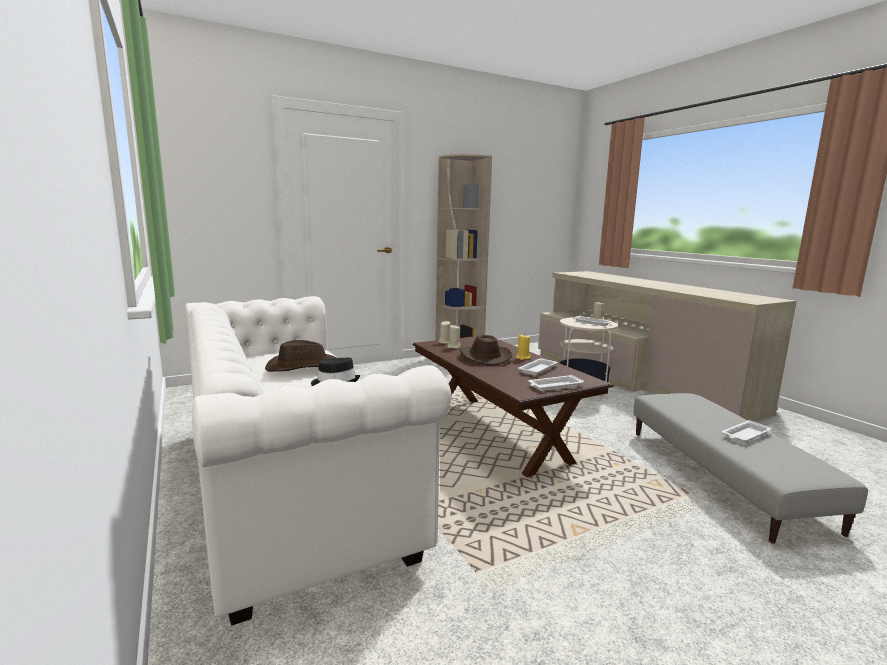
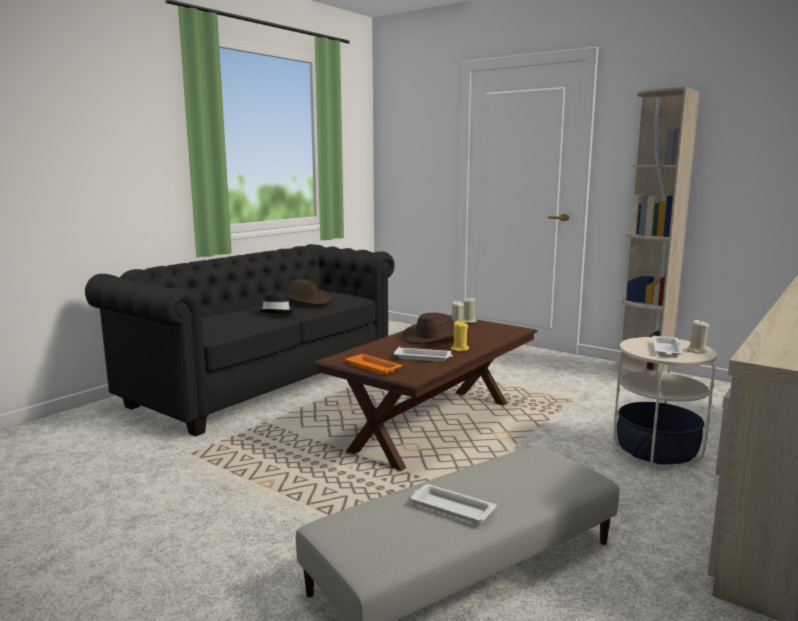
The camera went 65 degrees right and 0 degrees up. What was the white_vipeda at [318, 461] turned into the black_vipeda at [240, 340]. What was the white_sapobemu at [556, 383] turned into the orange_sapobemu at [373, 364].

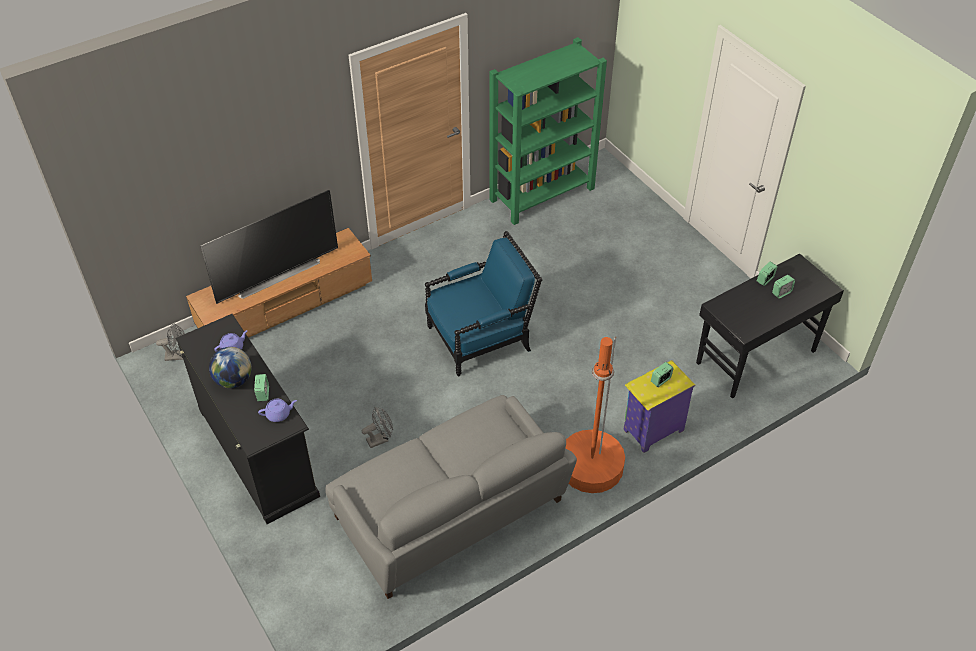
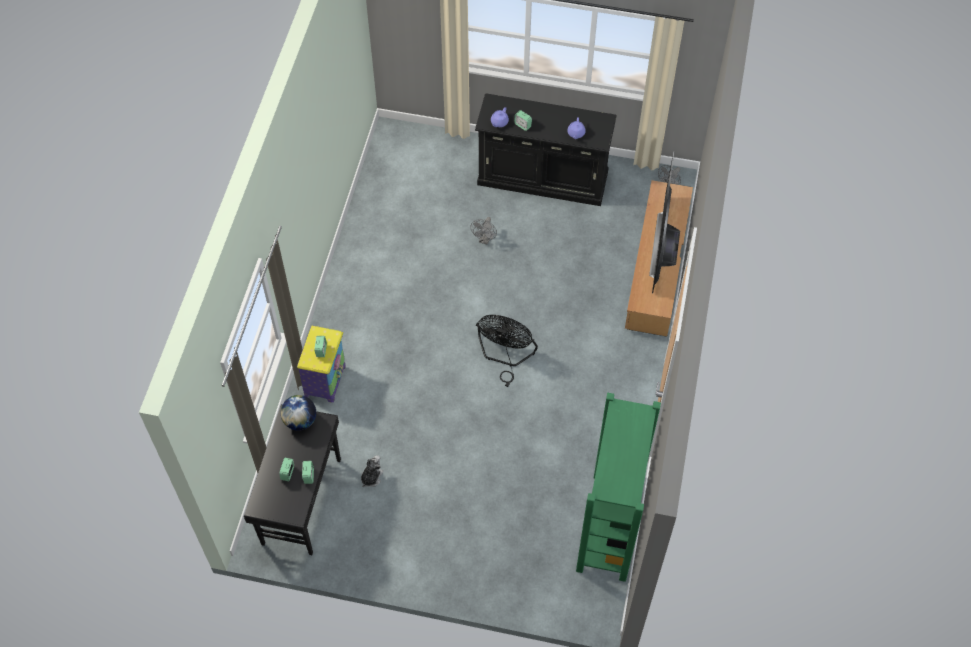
The camera went 135 degrees right and 10 degrees up. The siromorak ended up elsewhere, having gone from [230, 367] to [298, 413]. The second view gained the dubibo at [372, 471]. Where the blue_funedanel stood at [483, 304], the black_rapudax came to stand at [507, 351]. The second view lost the grey_vipeda at [451, 497]. The second view lost the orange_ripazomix at [595, 415].

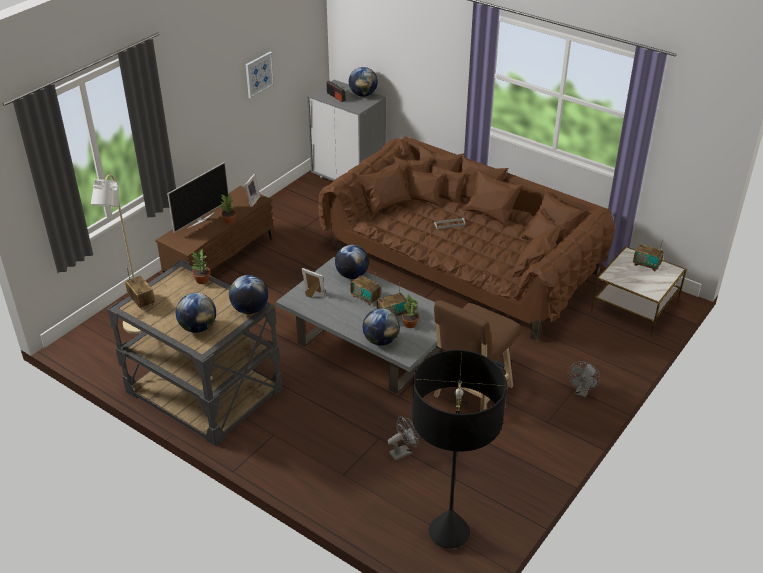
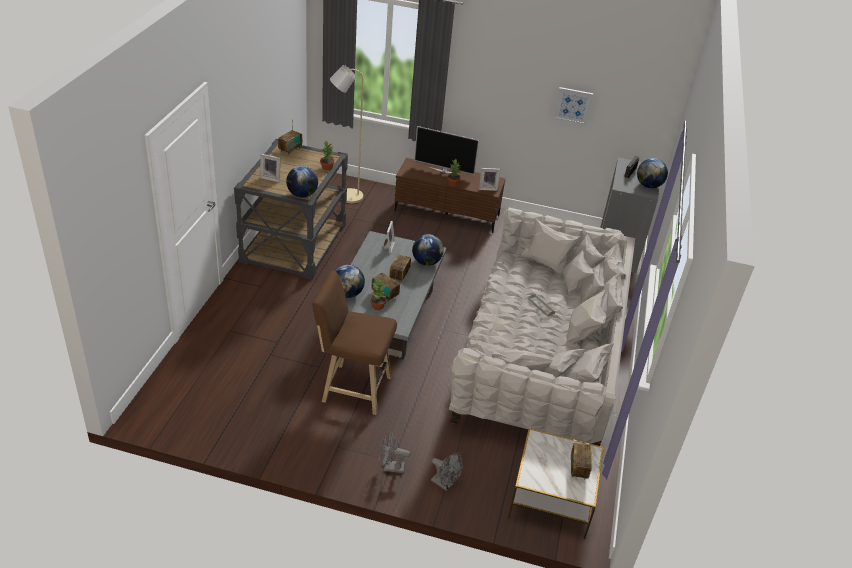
The camera went 65 degrees right and 0 degrees up. Where the siromorak stood at [196, 313], the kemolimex came to stand at [270, 168]. The grey_rapudax ended up elsewhere, having gone from [403, 438] to [447, 472]. What was the brown_vipeda at [466, 238] turned into the white_vipeda at [542, 327]. The second view lost the black_ripazomix at [459, 449].

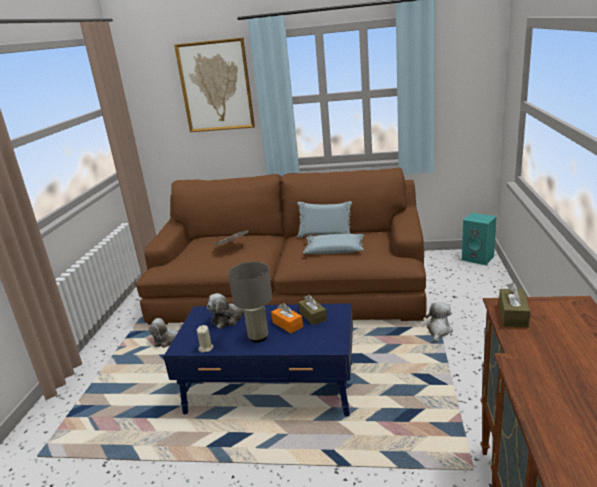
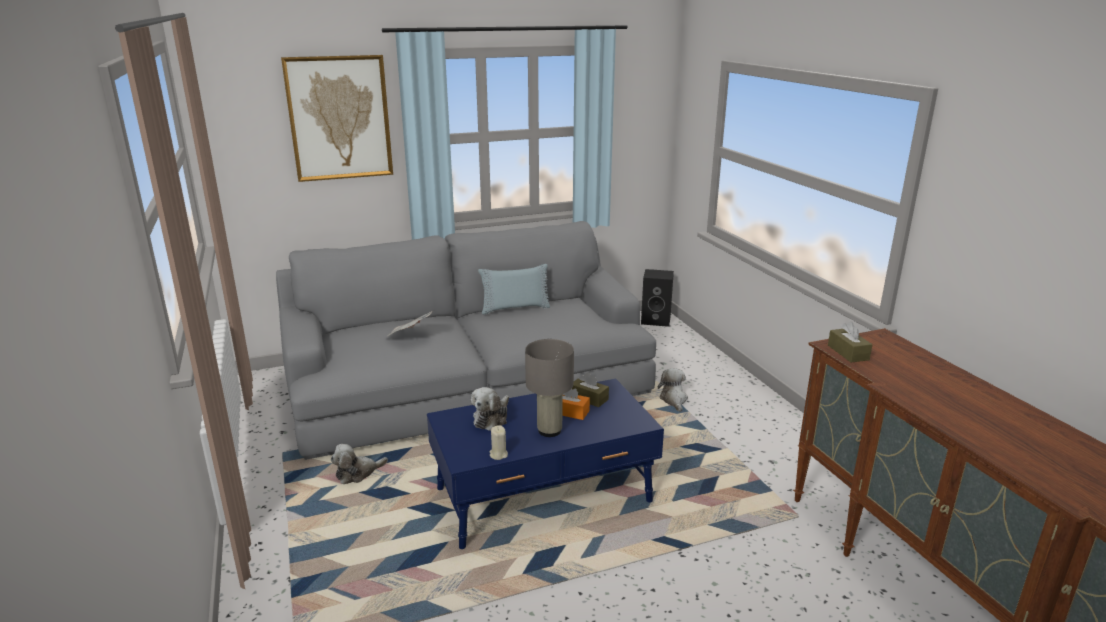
The camera went 30 degrees left and 0 degrees up. What was the brown_vipeda at [281, 246] turned into the grey_vipeda at [466, 340]. What was the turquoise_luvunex at [479, 239] turned into the black_luvunex at [657, 298]. The second view lost the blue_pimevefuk at [333, 244].

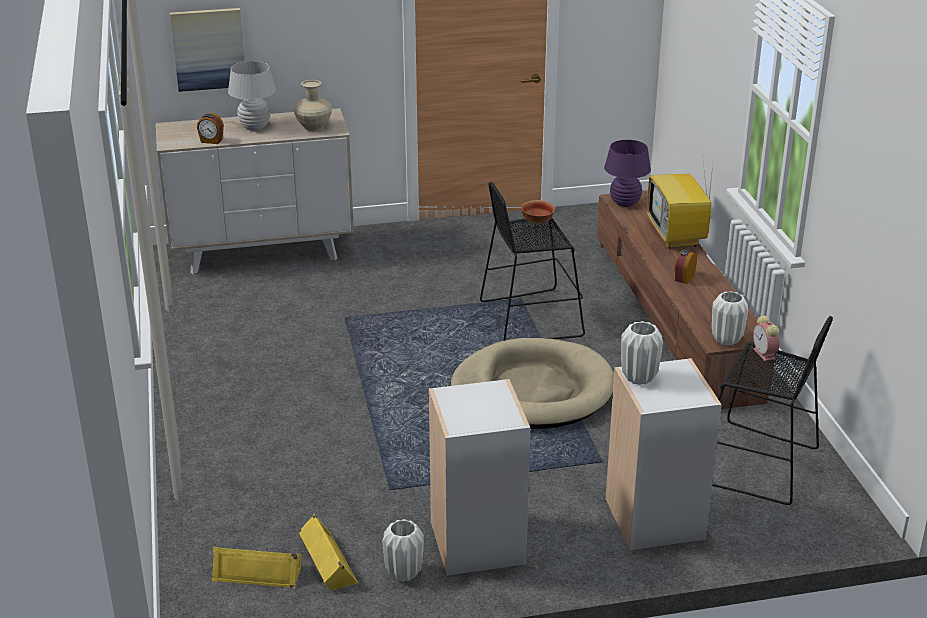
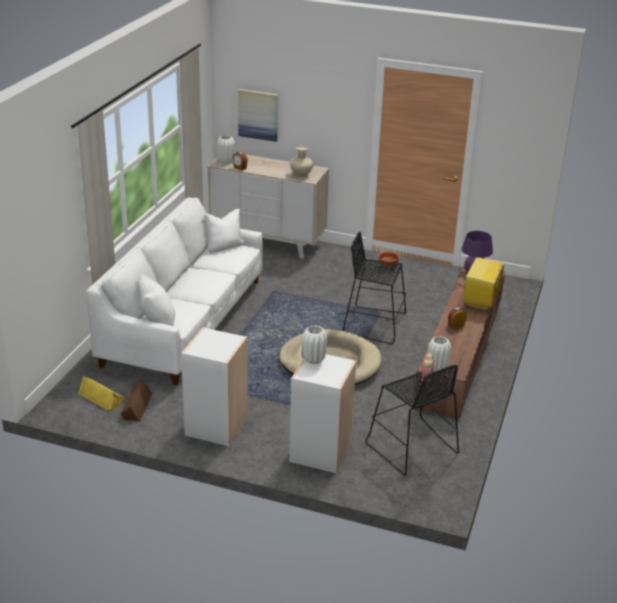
The camera went 30 degrees right and 0 degrees up. The second view gained the white_vipeda at [174, 291]. What was the yellow_luvunex at [328, 552] turned into the brown_luvunex at [136, 400]. The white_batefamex ended up elsewhere, having gone from [403, 550] to [226, 149]. The second view lost the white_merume at [252, 95].

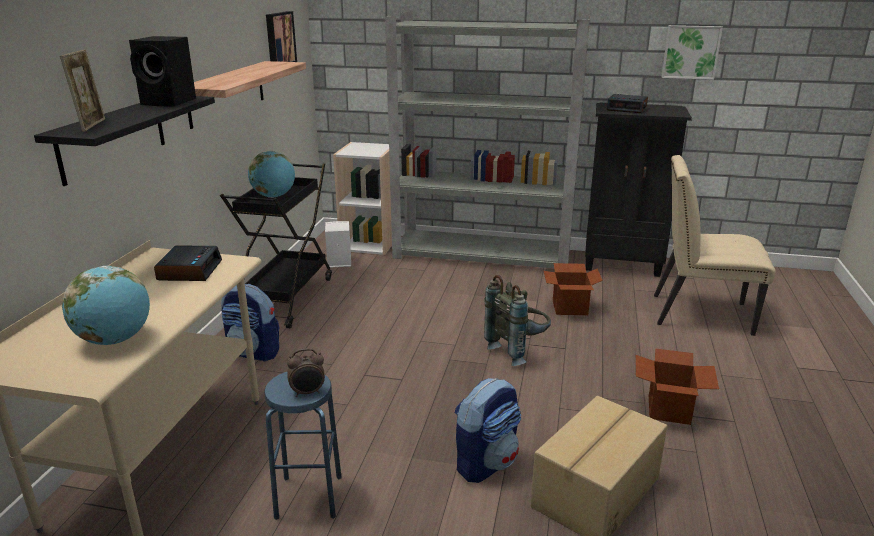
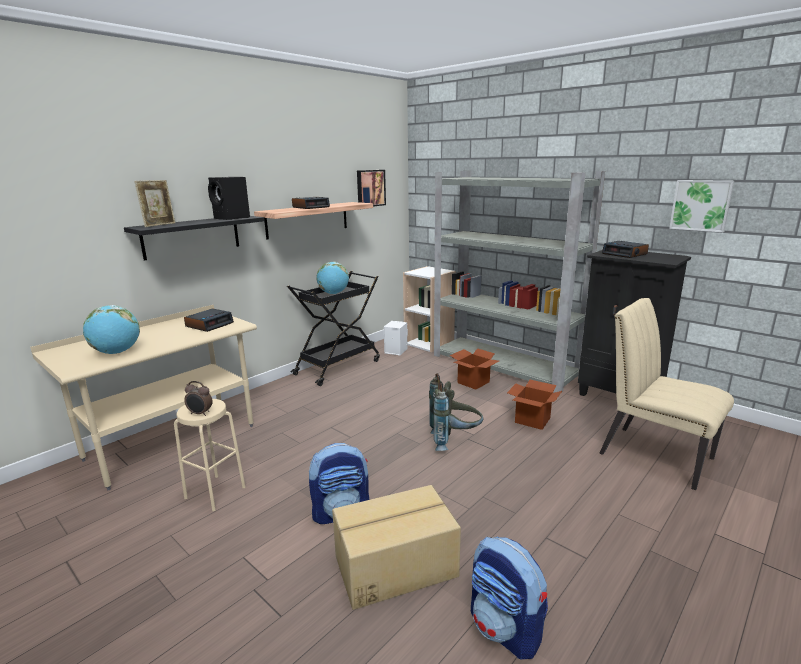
The camera went 30 degrees right and 5 degrees down. What was the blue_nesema at [303, 446] turned into the beige_nesema at [209, 455]. The second view gained the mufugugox at [311, 203]. The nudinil ended up elsewhere, having gone from [677, 386] to [474, 369]. The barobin ended up elsewhere, having gone from [250, 322] to [509, 597].

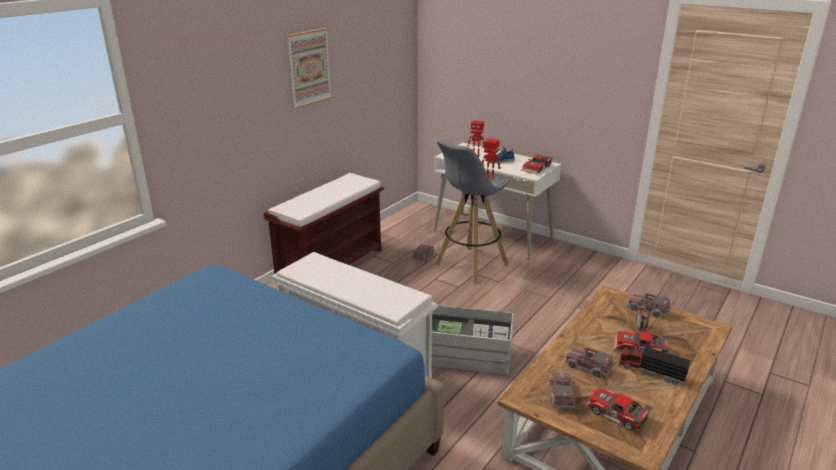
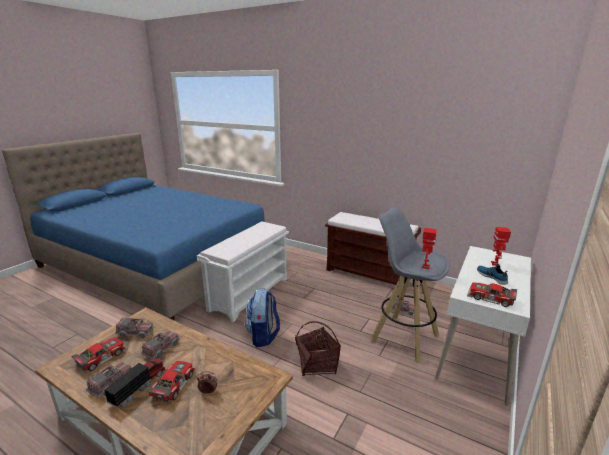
The camera went 85 degrees right and 5 degrees down. The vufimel ended up elsewhere, having gone from [649, 305] to [108, 380]. Where the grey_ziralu stood at [472, 340], the barobin came to stand at [262, 317]. The second view gained the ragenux at [318, 348]. The second view lost the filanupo at [309, 68].

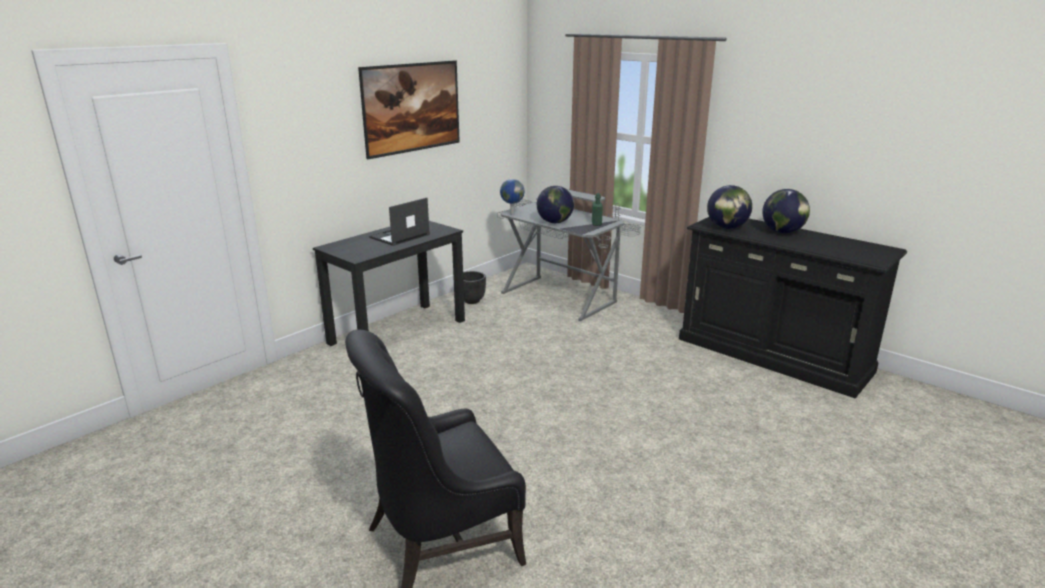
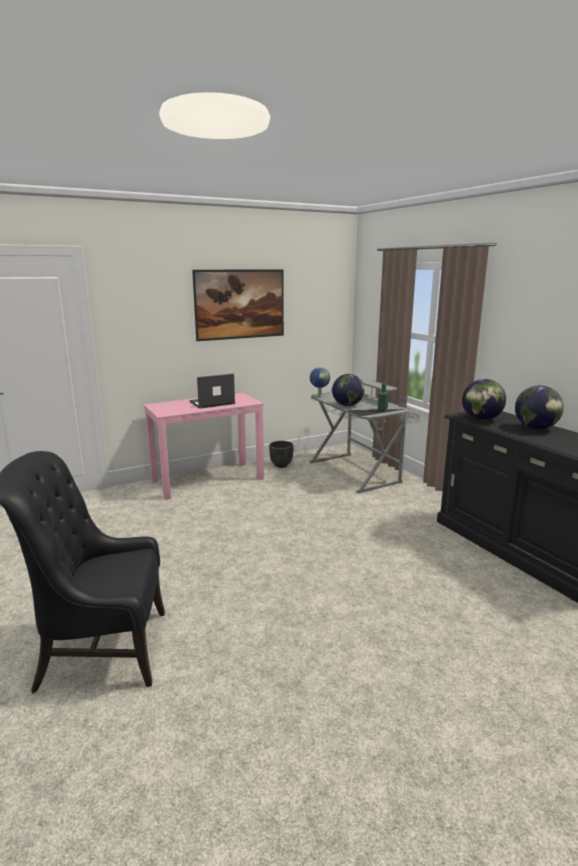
The camera went 20 degrees right and 5 degrees down. What was the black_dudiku at [389, 283] turned into the pink_dudiku at [203, 446].

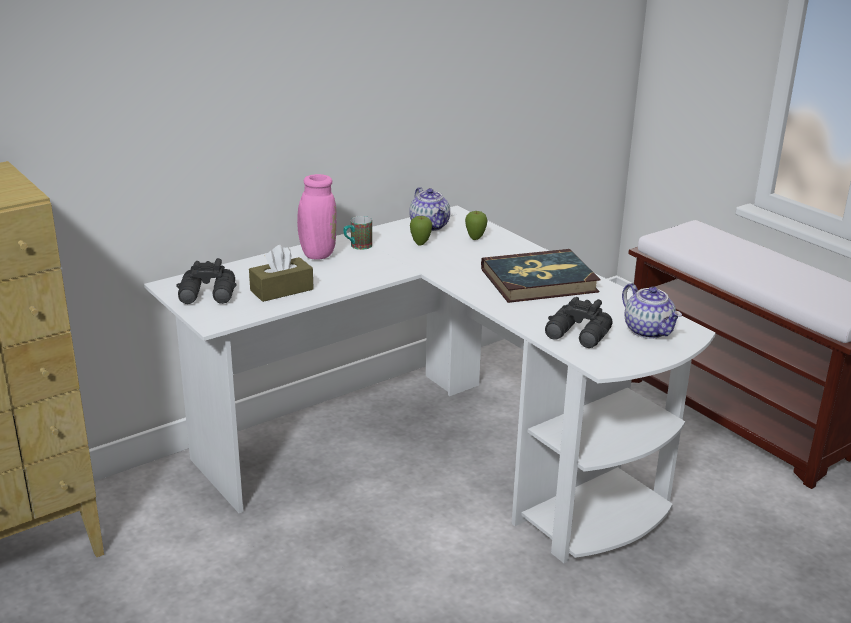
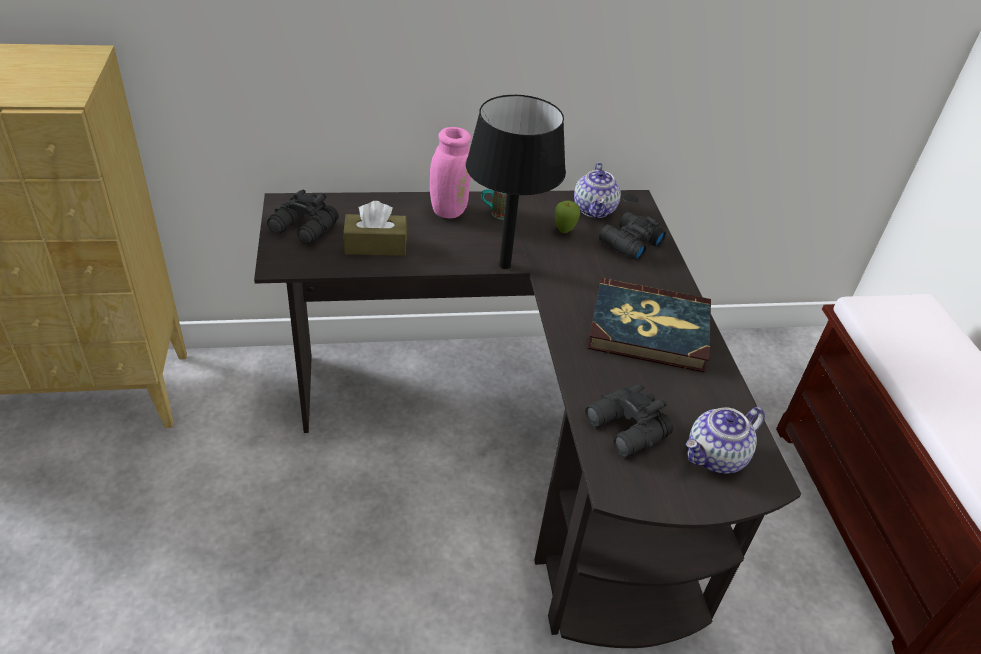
The camera went 25 degrees right and 15 degrees up. What was the white_dudiku at [430, 384] turned into the black_dudiku at [527, 419]. The second view gained the black_merume at [516, 182]. Where the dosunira stood at [476, 225], the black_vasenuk came to stand at [632, 236]. The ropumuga at [652, 311] ended up facing another way, 60 degrees clockwise from before.

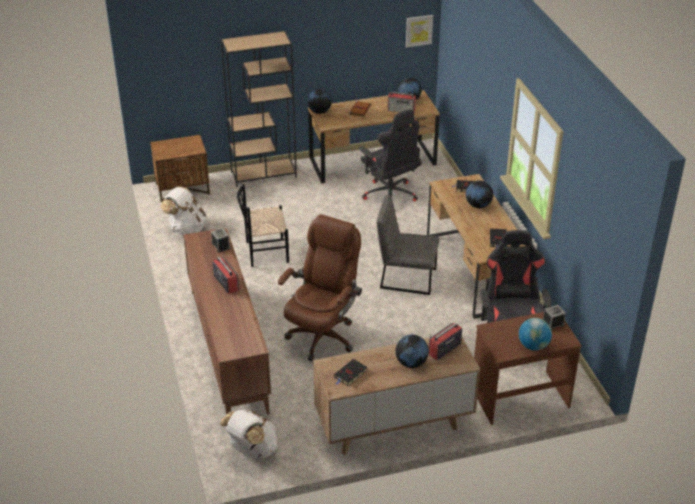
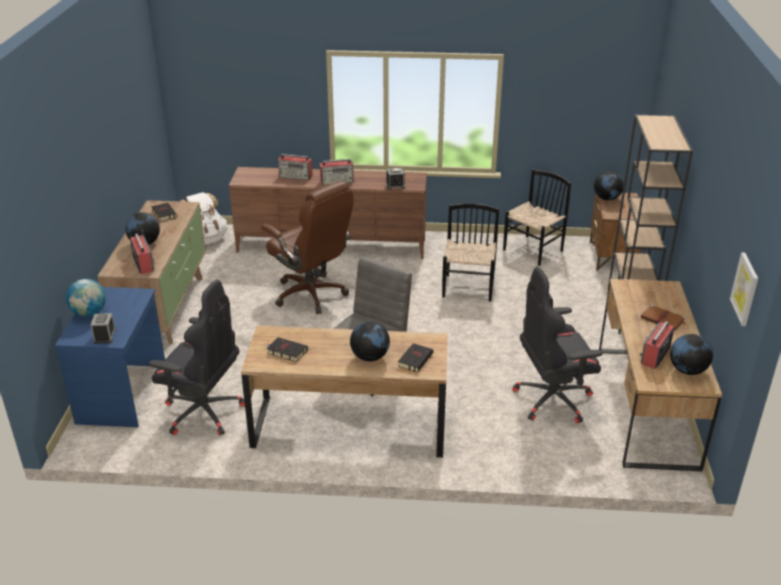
The camera went 110 degrees right and 5 degrees down. What was the brown_dudiku at [528, 368] turned into the blue_dudiku at [110, 357]. The second view gained the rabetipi at [295, 167]. Where the white_barobin stood at [184, 210], the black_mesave came to stand at [537, 217]. The siromorak ended up elsewhere, having gone from [319, 101] to [609, 185].

